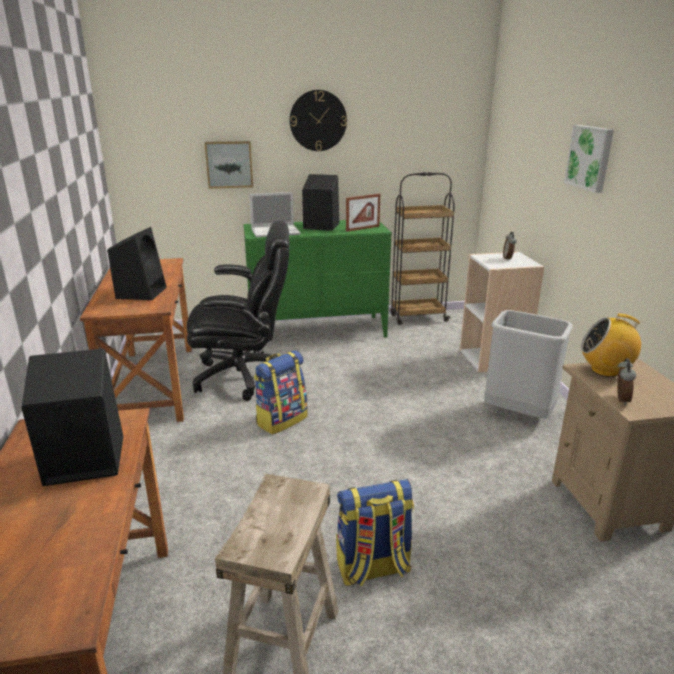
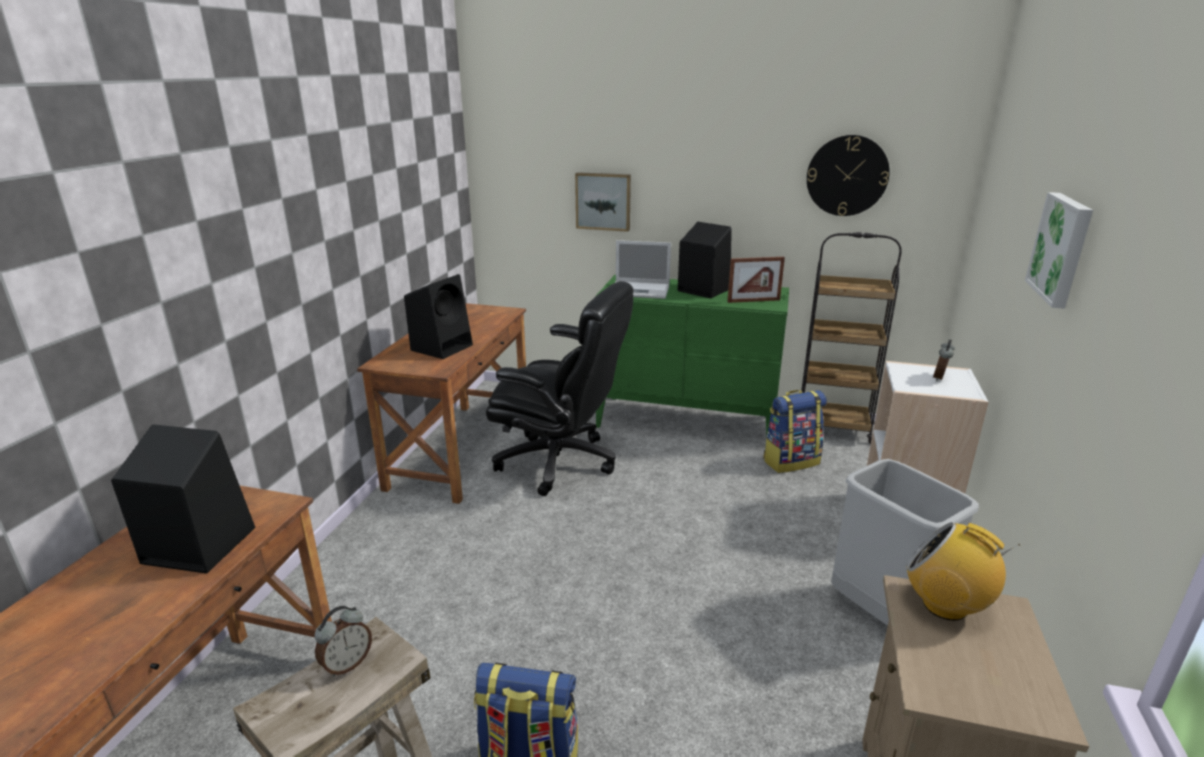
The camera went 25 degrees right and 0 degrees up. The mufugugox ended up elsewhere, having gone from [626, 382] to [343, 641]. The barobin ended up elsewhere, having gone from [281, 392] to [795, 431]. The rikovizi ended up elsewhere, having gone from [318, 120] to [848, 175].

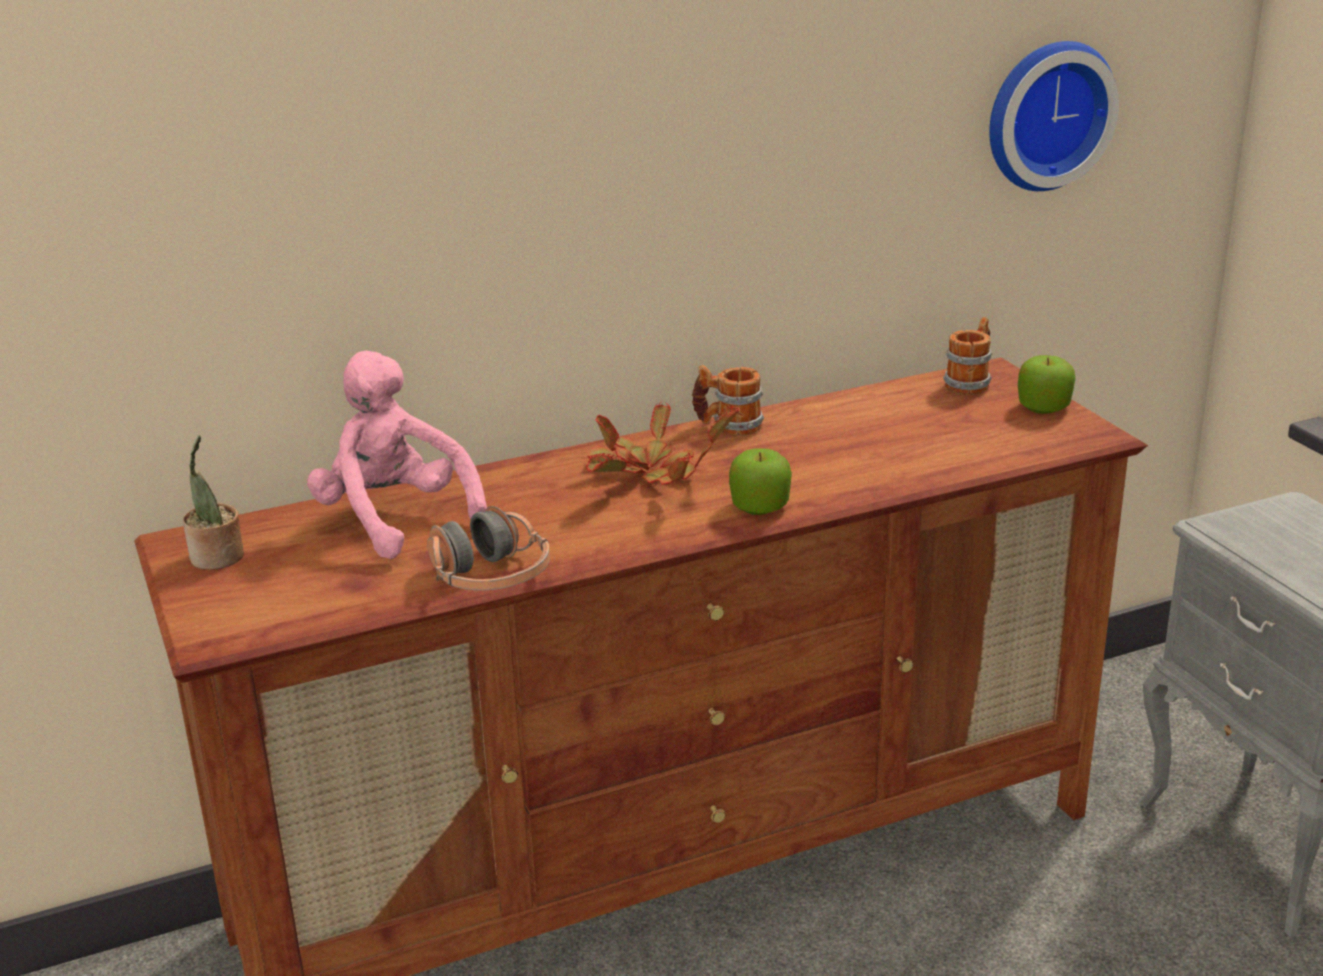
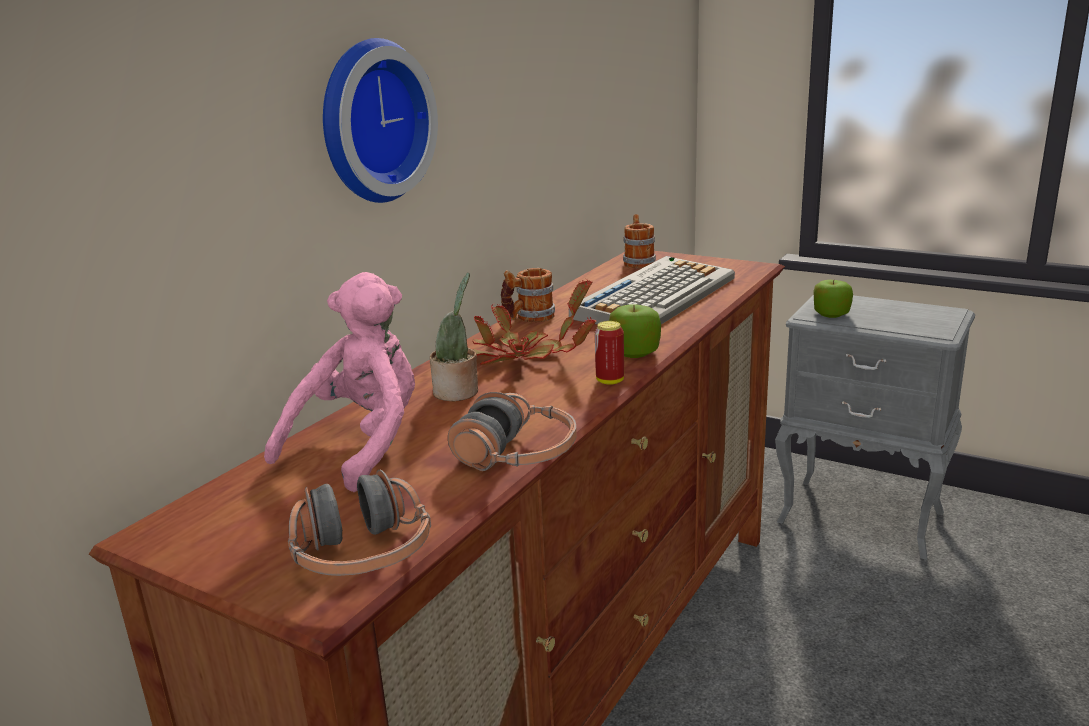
The camera went 35 degrees left and 5 degrees down. The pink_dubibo at [397, 455] ended up facing another way, 105 degrees clockwise from before. The second view gained the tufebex at [359, 523]. The rikovizi ended up elsewhere, having gone from [1054, 116] to [380, 120]. The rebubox ended up elsewhere, having gone from [213, 502] to [454, 337]. The second view gained the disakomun at [652, 290]. The second view gained the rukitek at [609, 353]. The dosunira ended up elsewhere, having gone from [1047, 384] to [833, 299].

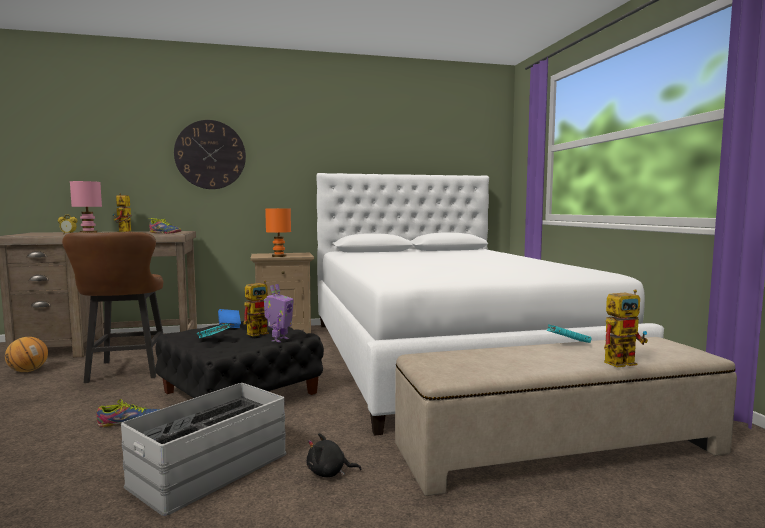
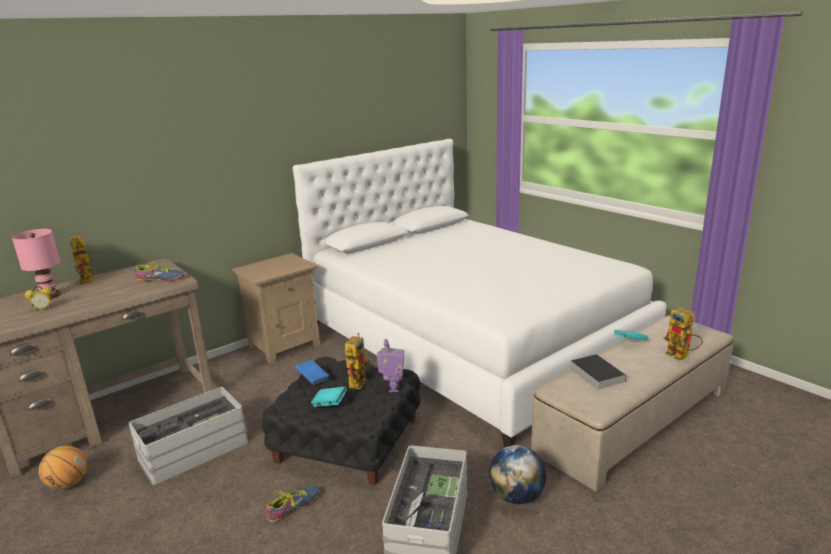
The camera went 25 degrees left and 15 degrees up. Where the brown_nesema stood at [112, 307], the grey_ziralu came to stand at [189, 436]. Where the black_dubibo stood at [334, 455], the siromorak came to stand at [517, 474]. The second view gained the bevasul at [598, 371]. The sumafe at [626, 329] ended up facing another way, 105 degrees clockwise from before. The second view lost the rikovizi at [210, 154]. The second view lost the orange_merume at [278, 232].

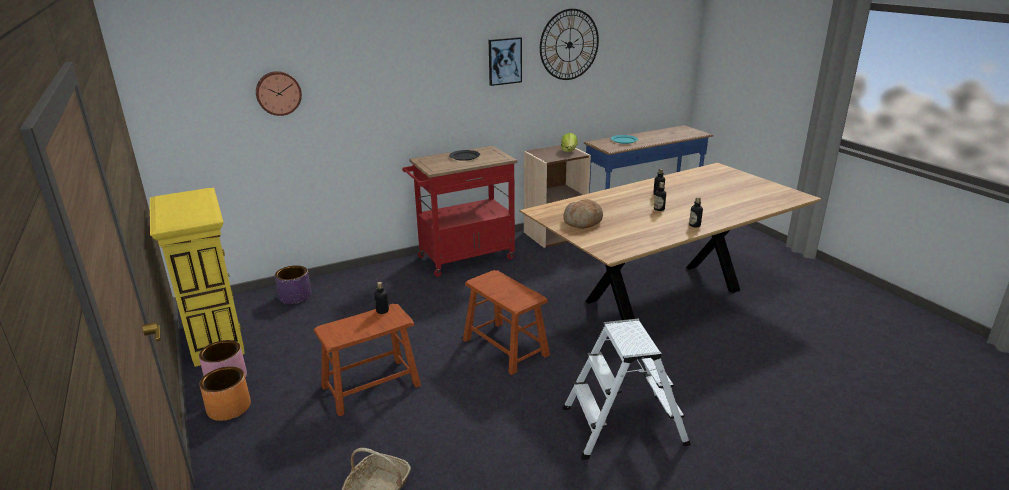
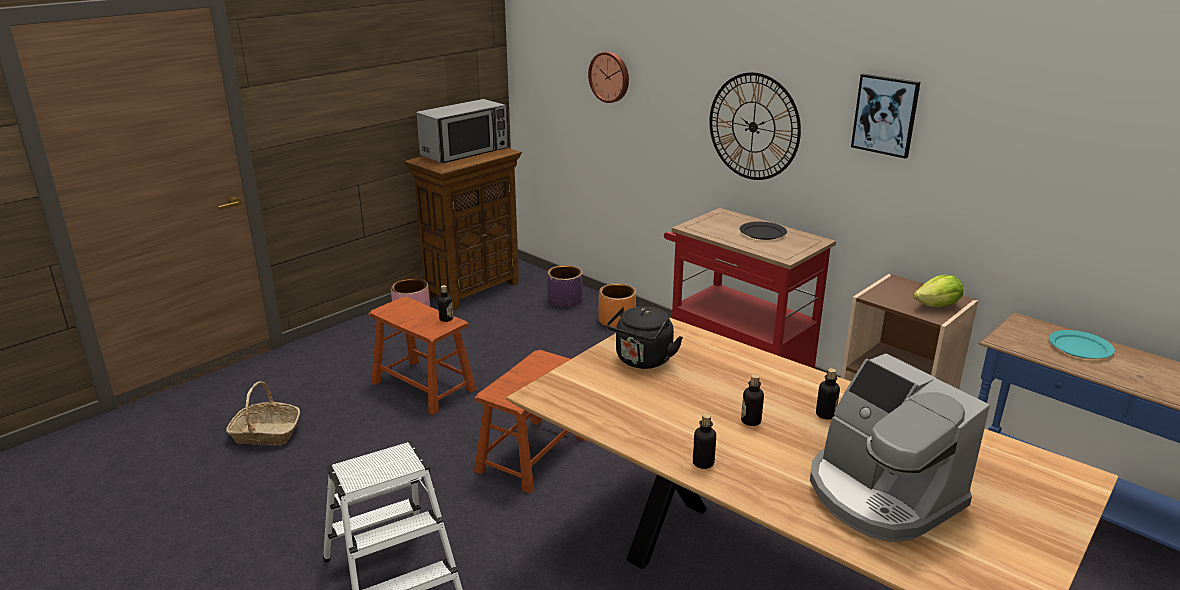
The camera went 70 degrees right and 0 degrees up. What was the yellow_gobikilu at [197, 277] turned into the brown_gobikilu at [463, 229]. The second view gained the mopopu at [462, 131]. The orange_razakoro ended up elsewhere, having gone from [225, 393] to [617, 306]. Where the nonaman stood at [583, 214], the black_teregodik came to stand at [645, 338]. The rikovizi ended up elsewhere, having gone from [569, 44] to [755, 126]. The second view gained the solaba at [900, 447].

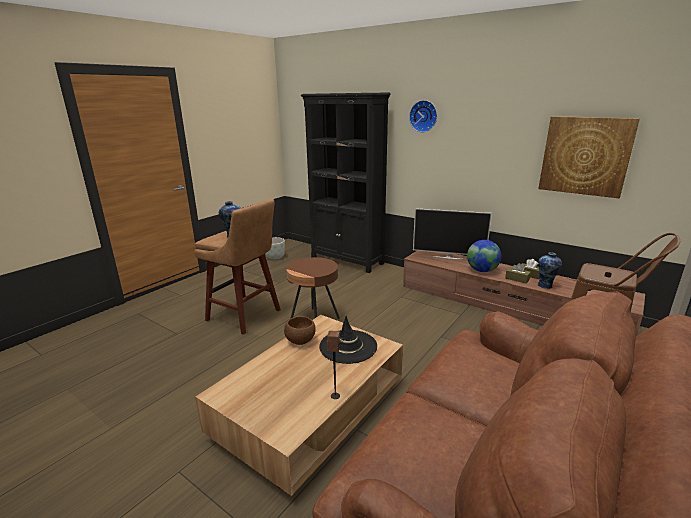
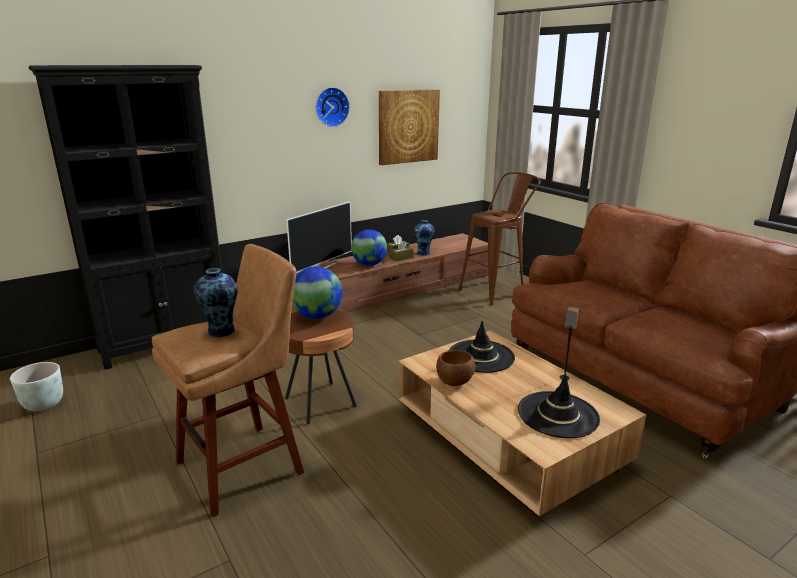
The camera went 70 degrees left and 0 degrees up. The second view gained the siromorak at [317, 292]. The rikovizi ended up elsewhere, having gone from [423, 116] to [333, 107]. The second view gained the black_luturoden at [559, 406].

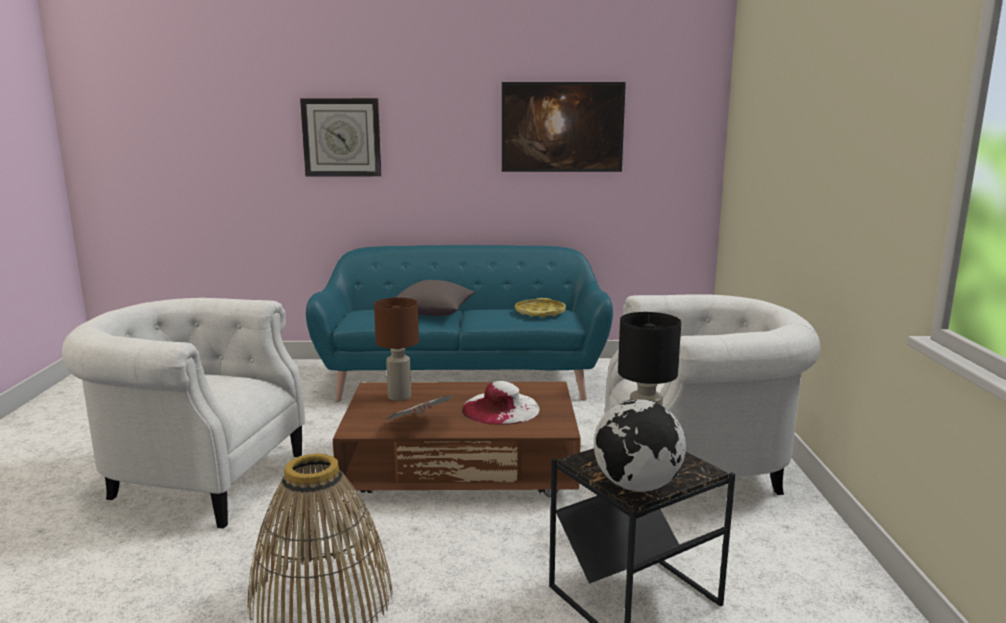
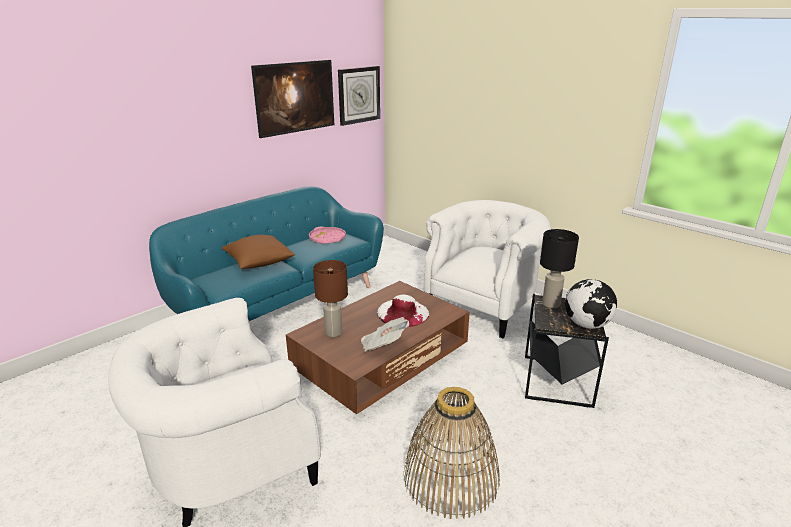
The camera went 45 degrees left and 10 degrees up. What was the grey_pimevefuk at [435, 298] turned into the brown_pimevefuk at [258, 252]. What was the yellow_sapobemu at [540, 308] turned into the pink_sapobemu at [327, 235]. The rikovizi ended up elsewhere, having gone from [341, 137] to [359, 96].

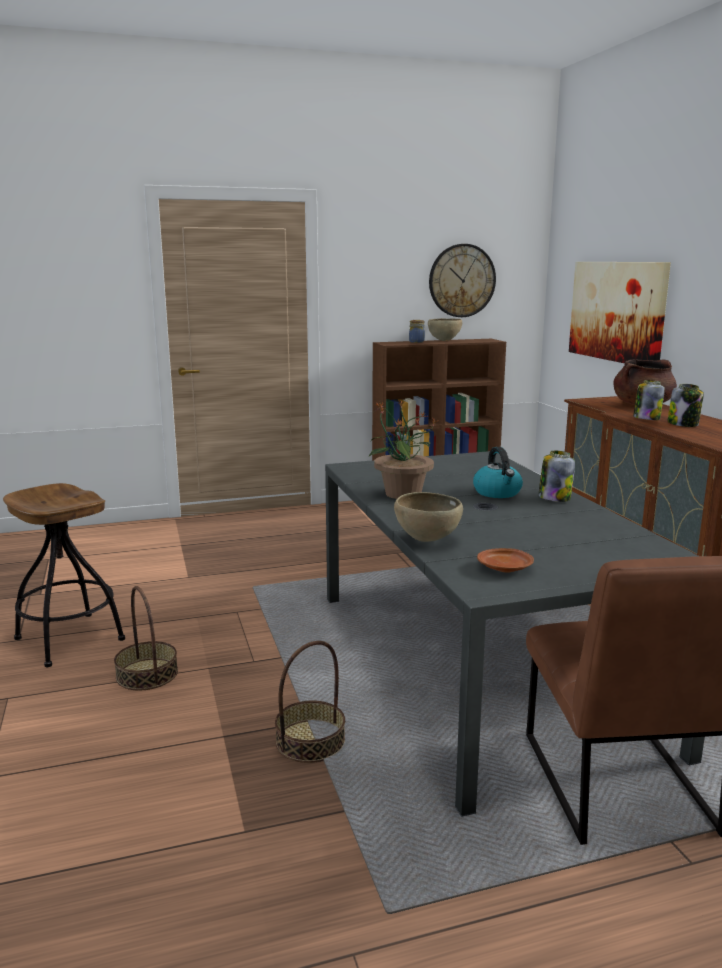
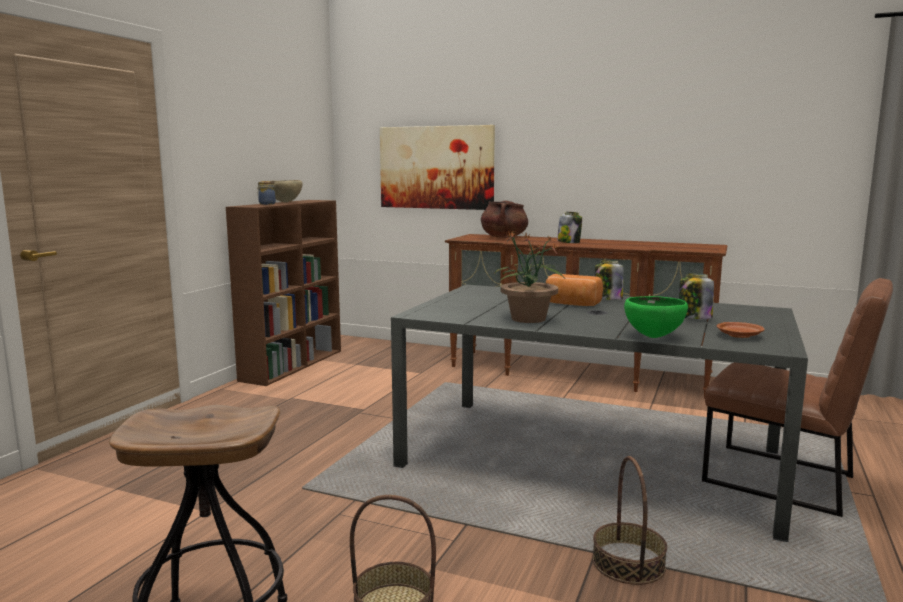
The camera went 50 degrees left and 5 degrees down. Where the teregodik stood at [498, 472], the nonaman came to stand at [574, 290]. What was the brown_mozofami at [428, 517] turned into the green_mozofami at [656, 317]. The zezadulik ended up elsewhere, having gone from [649, 400] to [696, 296]. The second view lost the rikovizi at [462, 280].

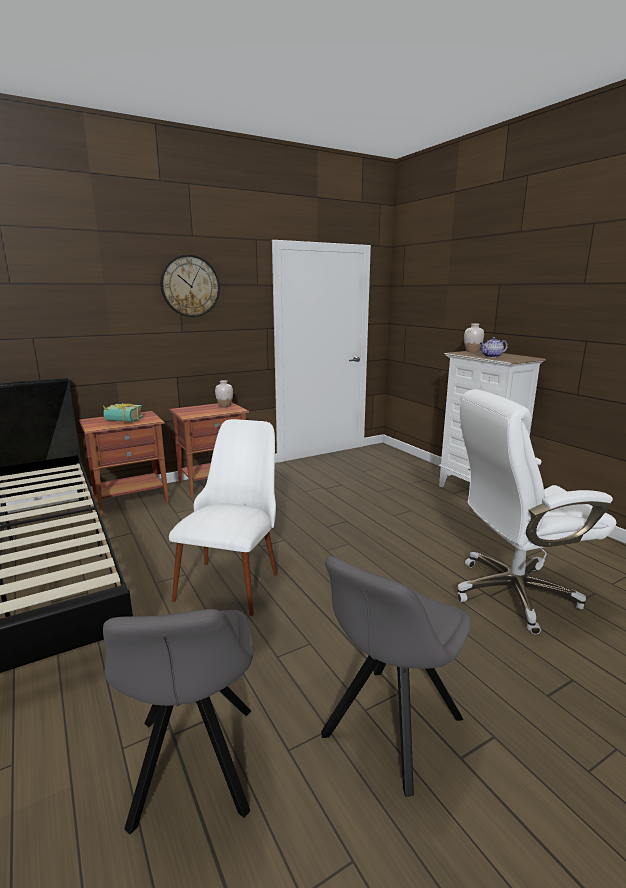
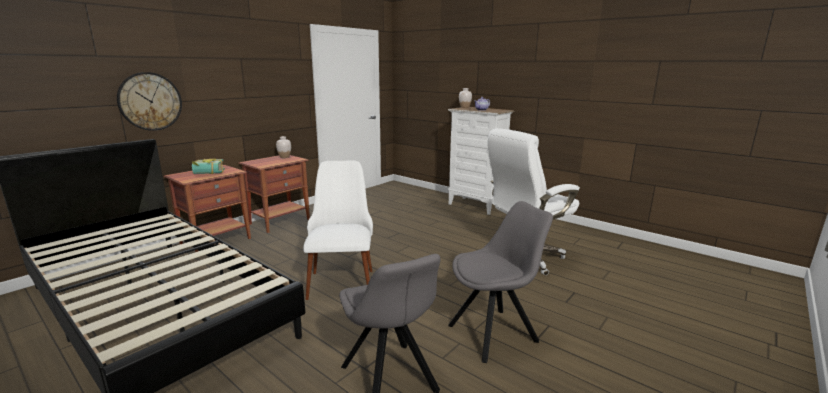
The camera went 20 degrees left and 0 degrees up. The rikovizi ended up elsewhere, having gone from [190, 286] to [149, 101]. The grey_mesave at [396, 676] ended up facing another way, 135 degrees counterclockwise from before.

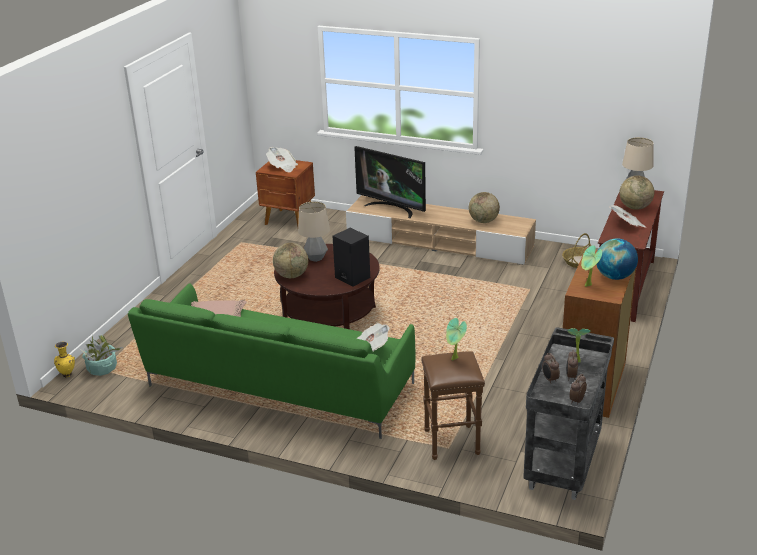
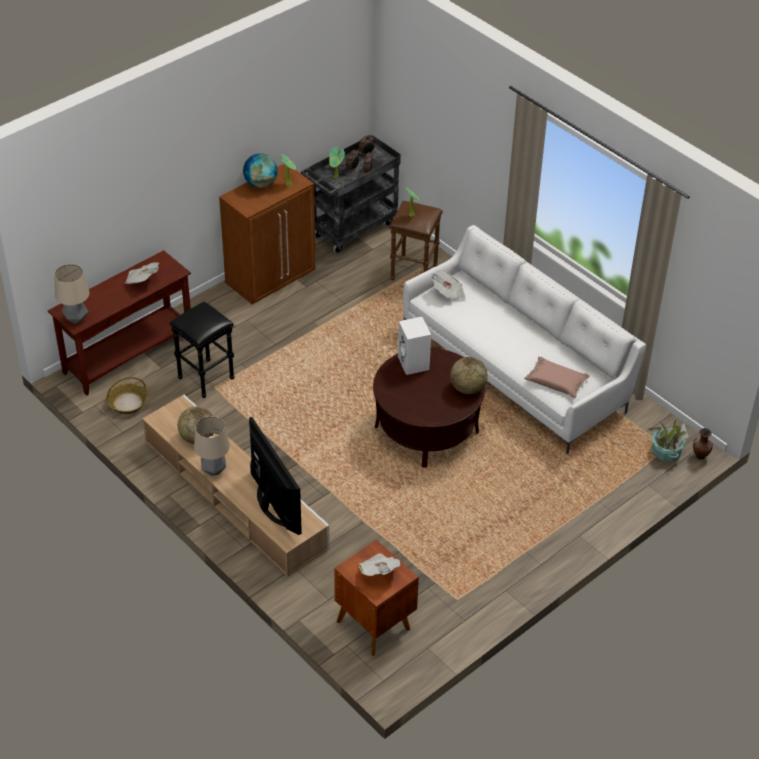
The camera went 155 degrees left and 15 degrees up. The second view gained the black_nesema at [202, 350]. The merume ended up elsewhere, having gone from [314, 231] to [212, 446]. What was the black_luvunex at [351, 257] turned into the white_luvunex at [414, 346]. What was the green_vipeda at [271, 361] turned into the white_vipeda at [524, 340]. What was the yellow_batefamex at [64, 359] turned into the brown_batefamex at [703, 444]. The second view lost the siromorak at [636, 193].

